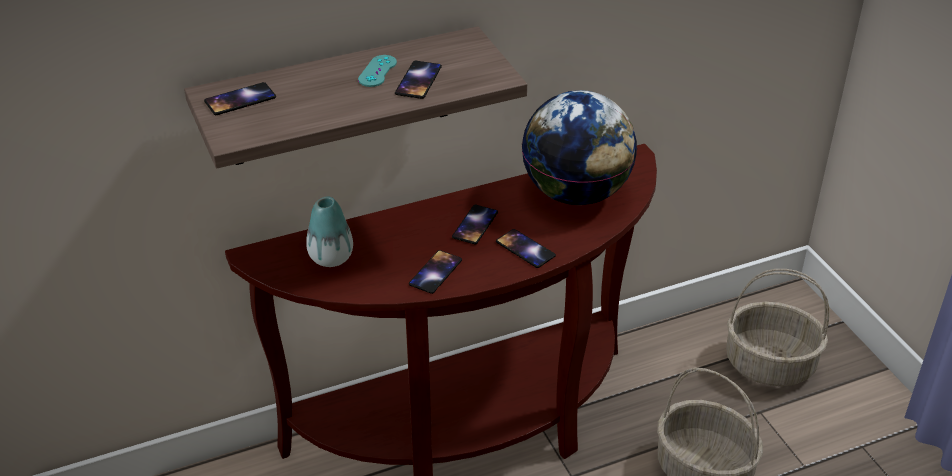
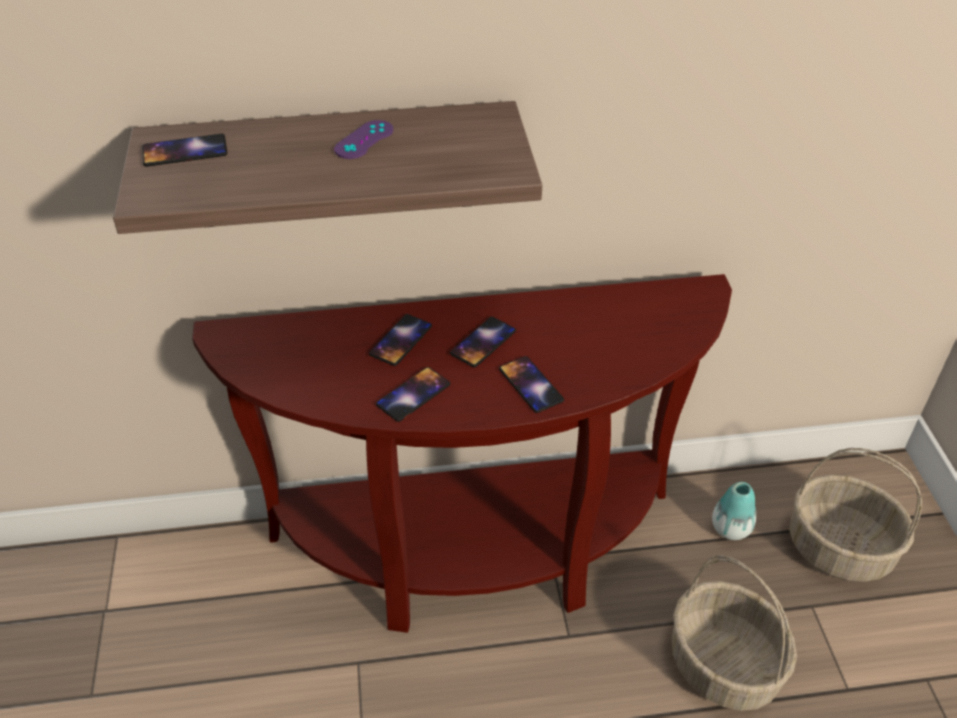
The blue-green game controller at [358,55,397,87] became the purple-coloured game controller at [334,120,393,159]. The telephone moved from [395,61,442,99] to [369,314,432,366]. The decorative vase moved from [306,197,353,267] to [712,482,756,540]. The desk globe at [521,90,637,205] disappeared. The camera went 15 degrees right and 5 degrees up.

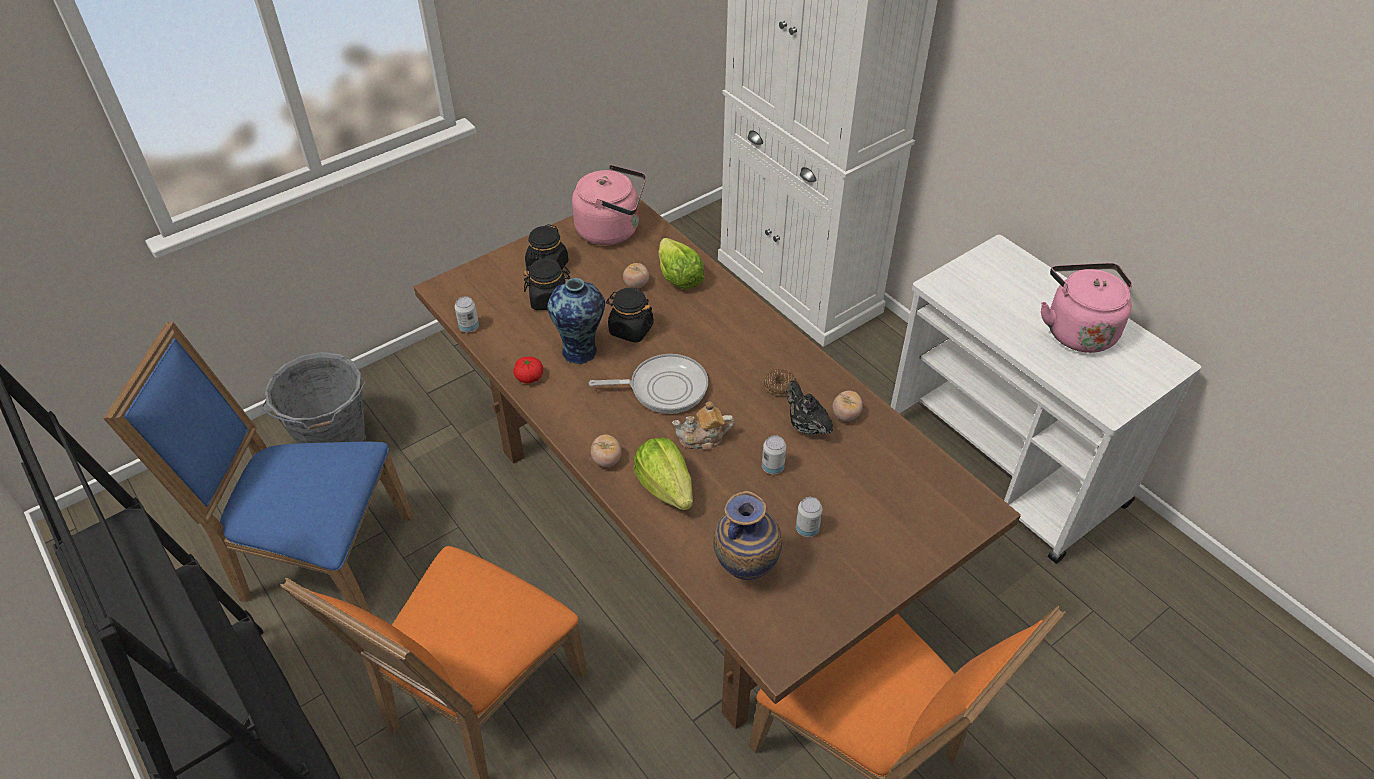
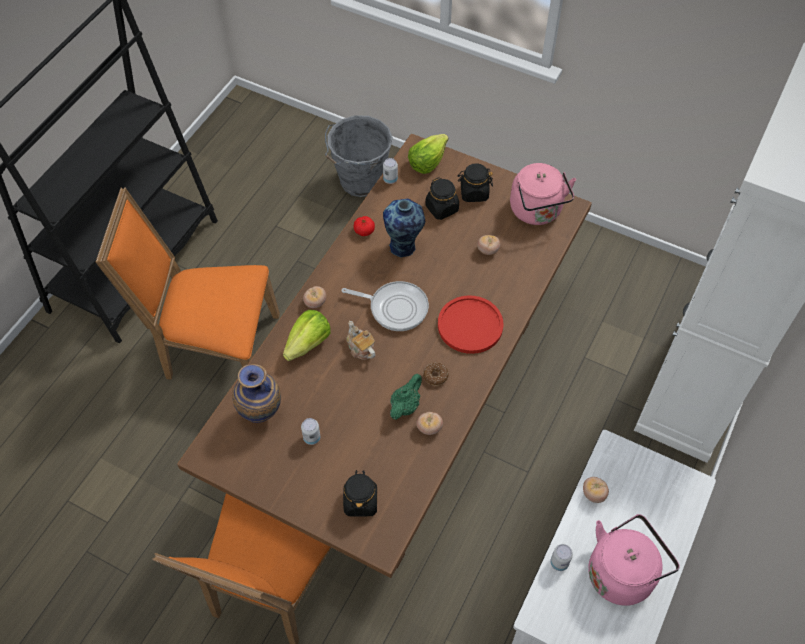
The frying pan at [589,354,708,414] turned 45 degrees counterclockwise. The blackish jar moved from [606,288,654,343] to [343,470,377,517]. The blackish teapot at [786,381,833,435] became the green teapot at [390,374,422,420]. The lettuce head moved from [659,238,704,289] to [408,134,449,174]. The reddish plate at [438,296,503,354] appeared. The sealed can moved from [762,435,786,475] to [550,544,573,571]. The fresh tomato at [583,477,609,503] appeared. The bluish upright chair at [103,321,413,614] disappeared. The camera went 65 degrees right and 10 degrees up.

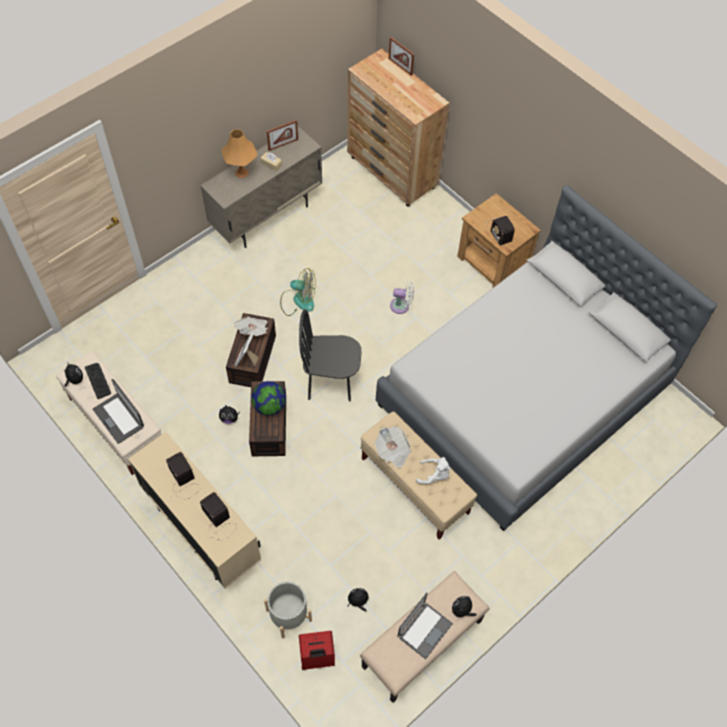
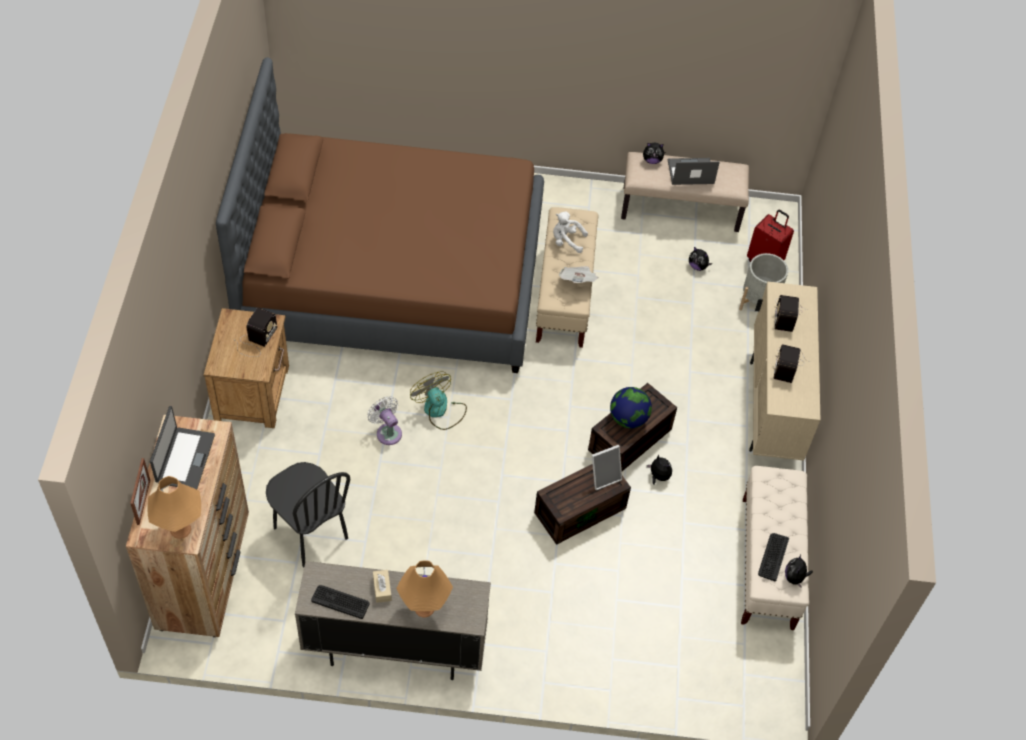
The orange-coloured tabletop lamp at [147,476,201,539] appeared. The portable computer moved from [93,379,144,444] to [150,406,215,490]. The greyish bedroom bed at [376,185,717,531] became the brownish bedroom bed at [216,57,544,373]. The blackish upright chair moved from [299,309,362,402] to [266,462,350,568]. The photo frame at [267,120,298,151] was replaced by the PC keyboard at [311,585,369,619]. The fan moved from [280,268,316,316] to [410,371,467,430]. The whitish plush toy at [416,457,451,484] turned 45 degrees counterclockwise. The newspaper at [234,316,268,336] disappeared. The camera went 135 degrees left and 5 degrees down.

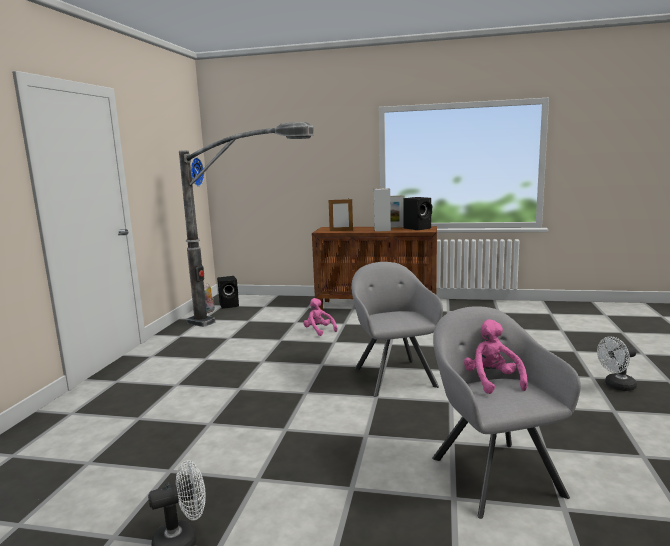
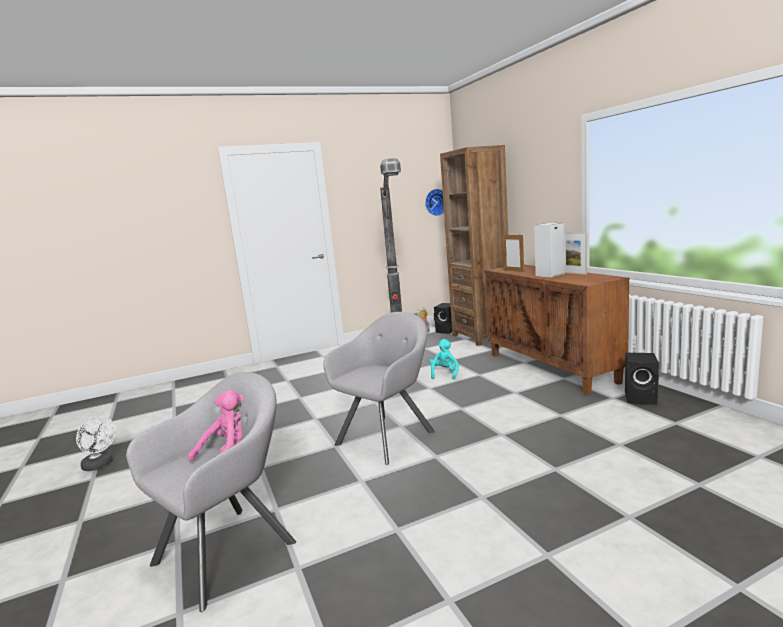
The pink plush toy at [303,298,337,336] became the blue-green plush toy at [429,339,459,380]. The brownish bookcase at [440,145,508,346] appeared. The blackish speaker moved from [403,197,432,230] to [625,353,659,405]. The whitish fan at [597,337,637,391] disappeared. The camera went 55 degrees right and 0 degrees up.

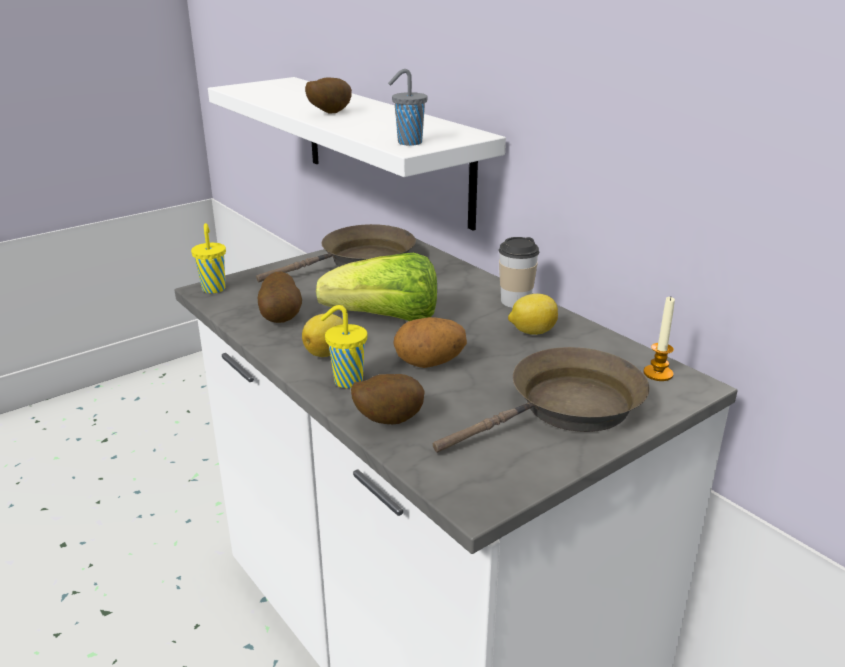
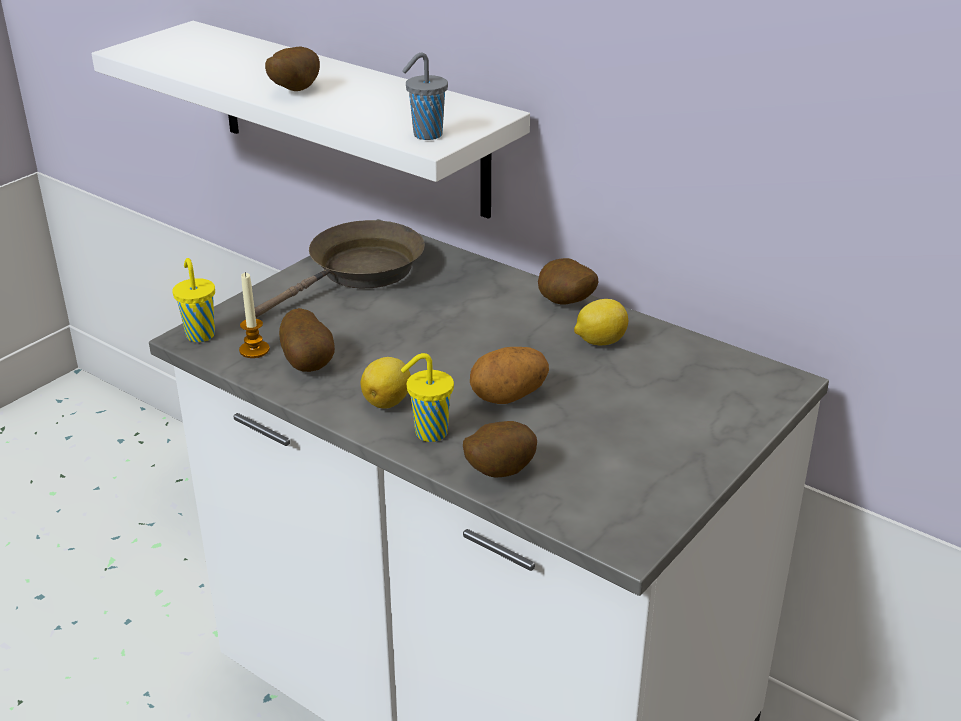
The wax light moved from [643,297,675,381] to [239,272,270,358]. The drinking cup at [498,237,539,308] was replaced by the potato at [538,258,598,305]. The lettuce head at [316,253,437,321] disappeared. The brownish frying pan at [433,347,650,453] disappeared. The camera went 15 degrees left and 5 degrees up.

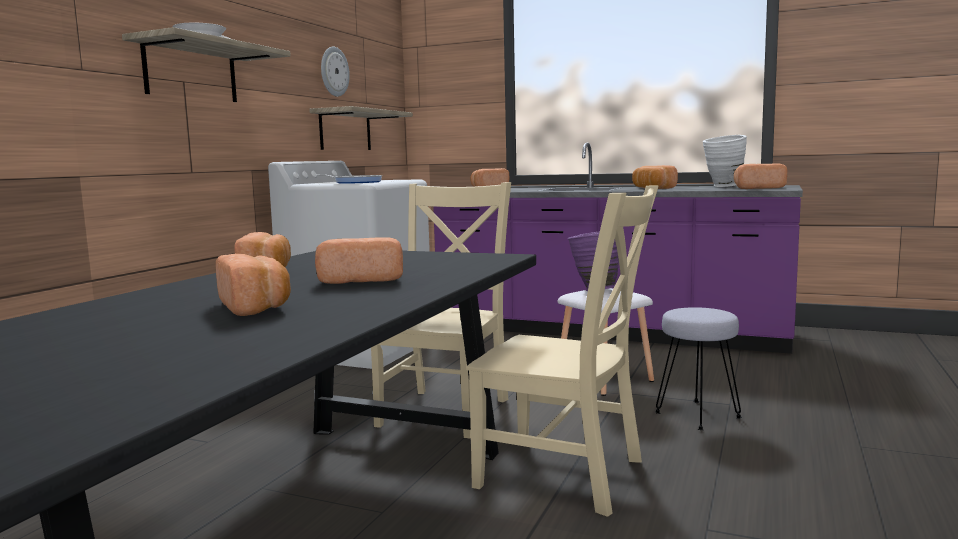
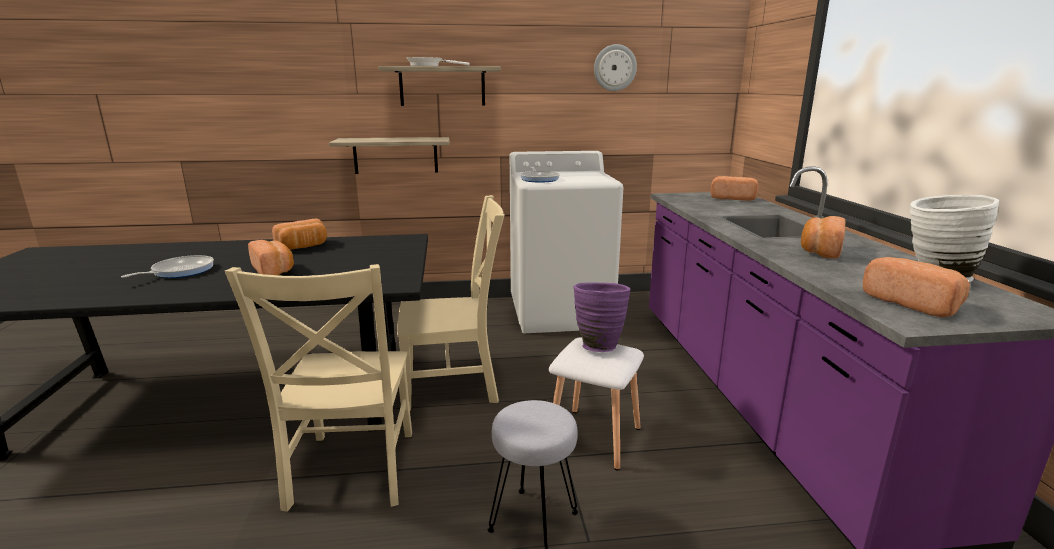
The bread at [216,254,291,316] was replaced by the frying pan at [121,255,214,278]. The shelf moved from [309,106,413,150] to [329,137,450,174]. The camera went 60 degrees right and 10 degrees up.

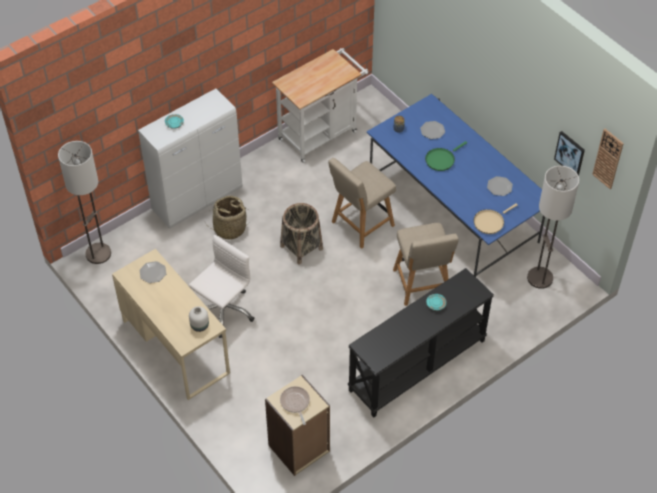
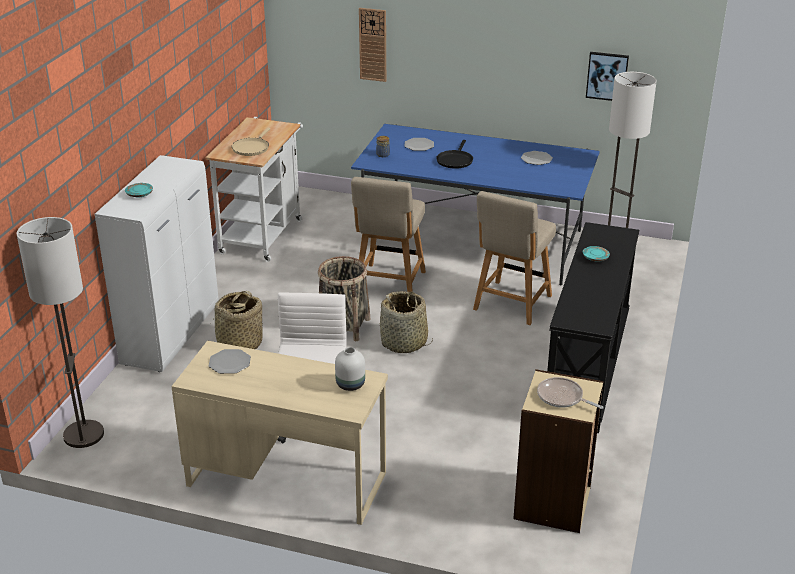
The beige frying pan moved from [473,203,518,234] to [232,128,270,156]. The clock on the wall moved from [592,129,624,189] to [359,8,386,82]. The basket at [380,291,433,353] appeared. The green frying pan at [425,141,467,171] became the blackish frying pan at [436,140,473,169]. The beige upright chair at [393,223,459,306] turned 75 degrees clockwise. The camera went 35 degrees left and 20 degrees down.

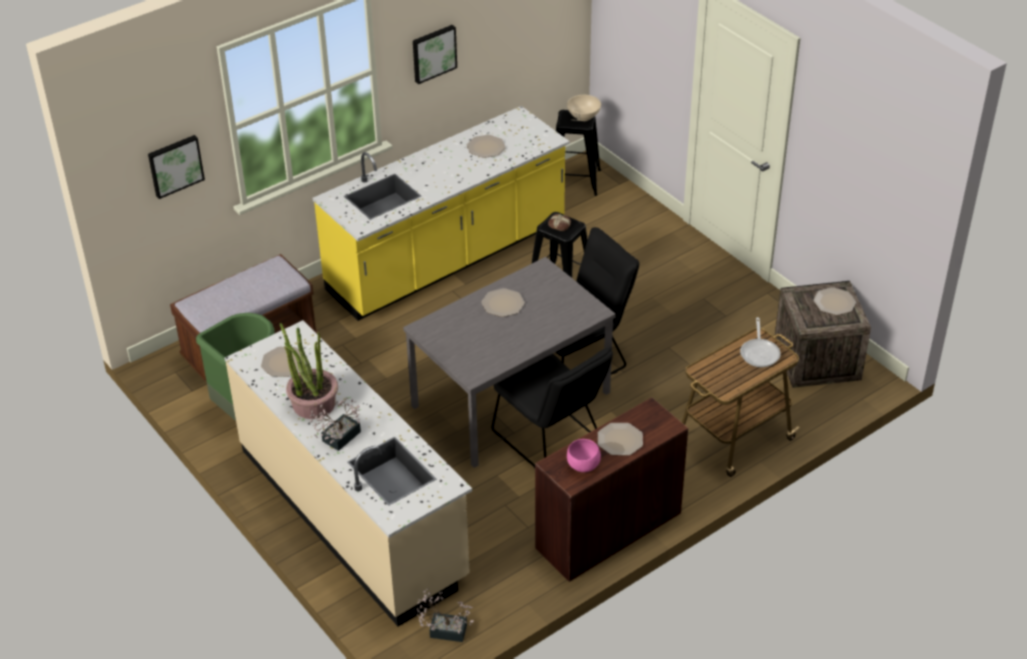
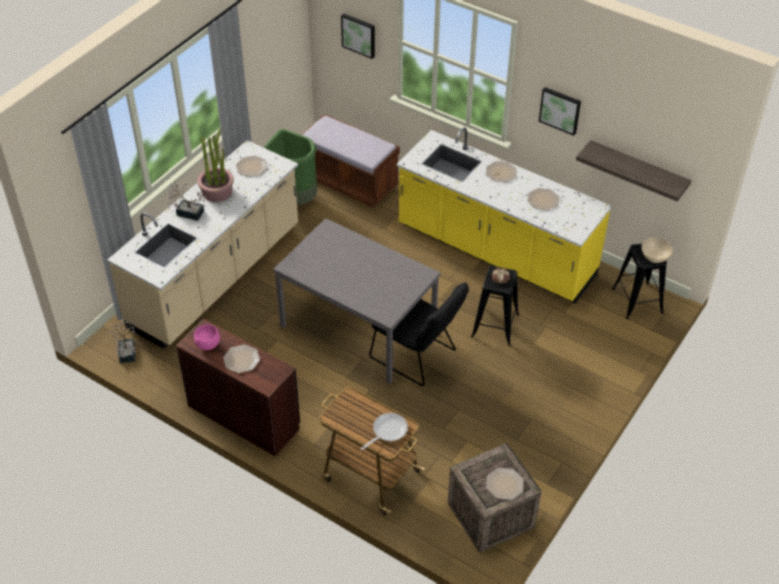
The frying pan at [740,317,781,367] turned 150 degrees clockwise. The plate moved from [481,288,525,317] to [486,161,517,182]. The shelf at [576,140,691,202] appeared. The blackish upright chair at [492,347,613,468] disappeared. The camera went 70 degrees right and 5 degrees up.

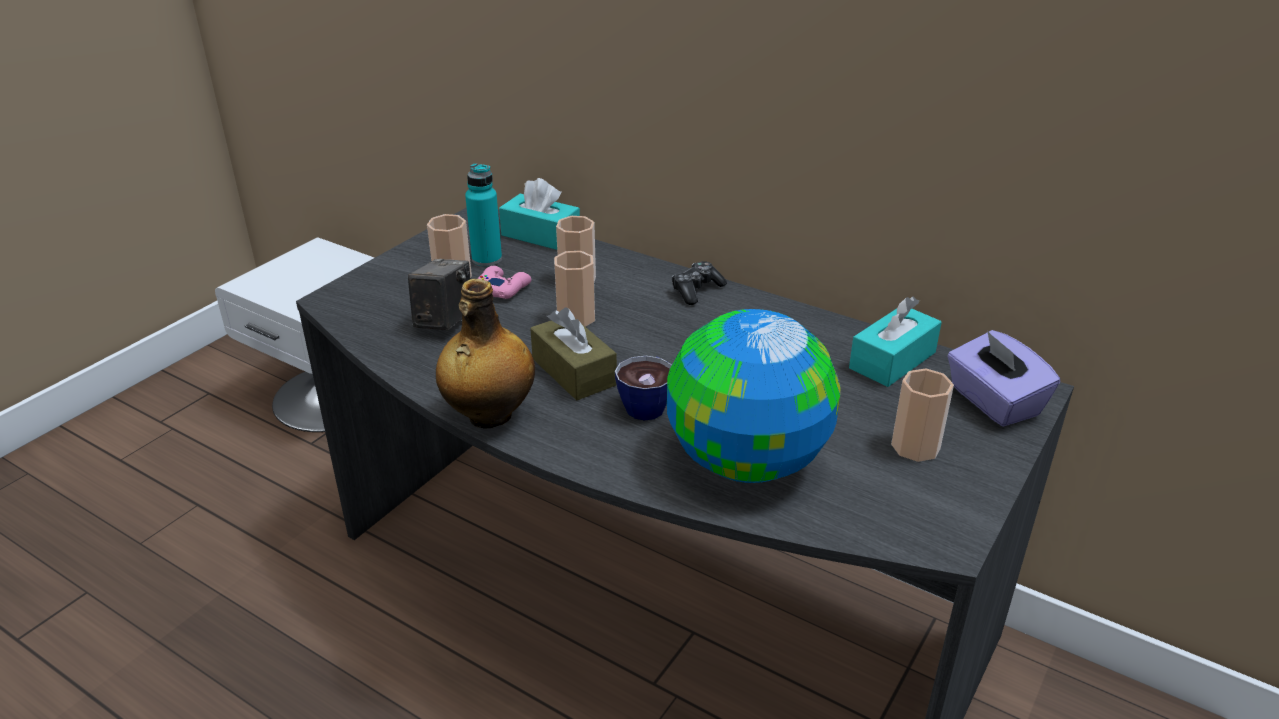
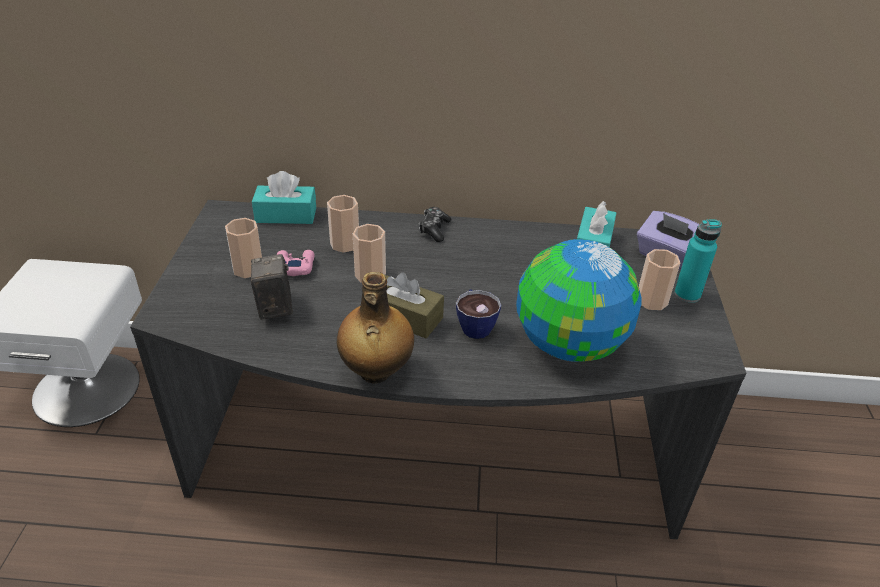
The blue-green bottle moved from [465,163,502,266] to [674,219,722,303]. The camera went 30 degrees left and 5 degrees up.

